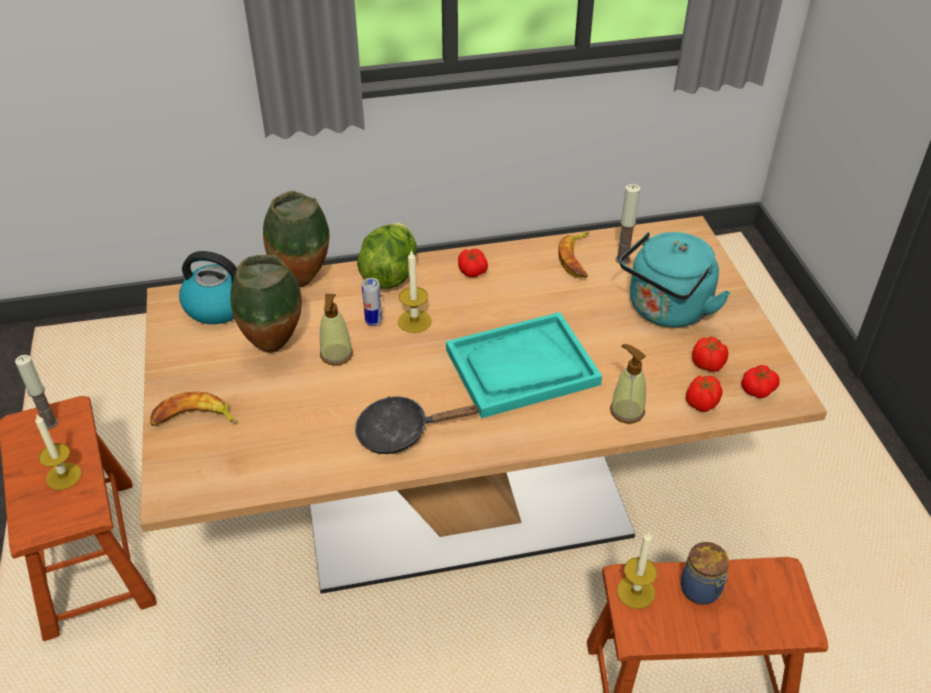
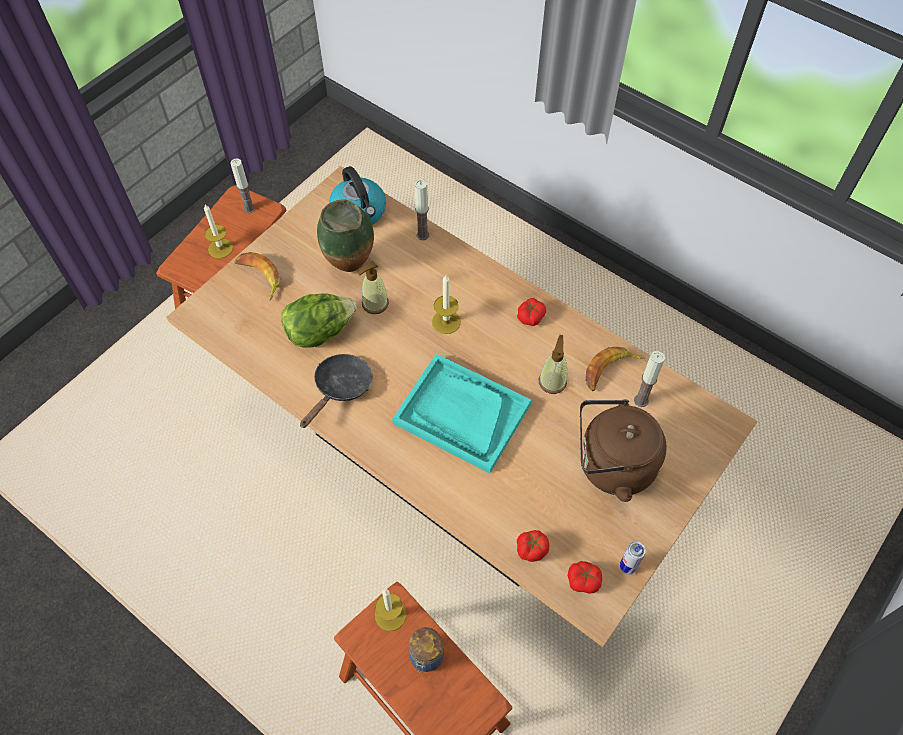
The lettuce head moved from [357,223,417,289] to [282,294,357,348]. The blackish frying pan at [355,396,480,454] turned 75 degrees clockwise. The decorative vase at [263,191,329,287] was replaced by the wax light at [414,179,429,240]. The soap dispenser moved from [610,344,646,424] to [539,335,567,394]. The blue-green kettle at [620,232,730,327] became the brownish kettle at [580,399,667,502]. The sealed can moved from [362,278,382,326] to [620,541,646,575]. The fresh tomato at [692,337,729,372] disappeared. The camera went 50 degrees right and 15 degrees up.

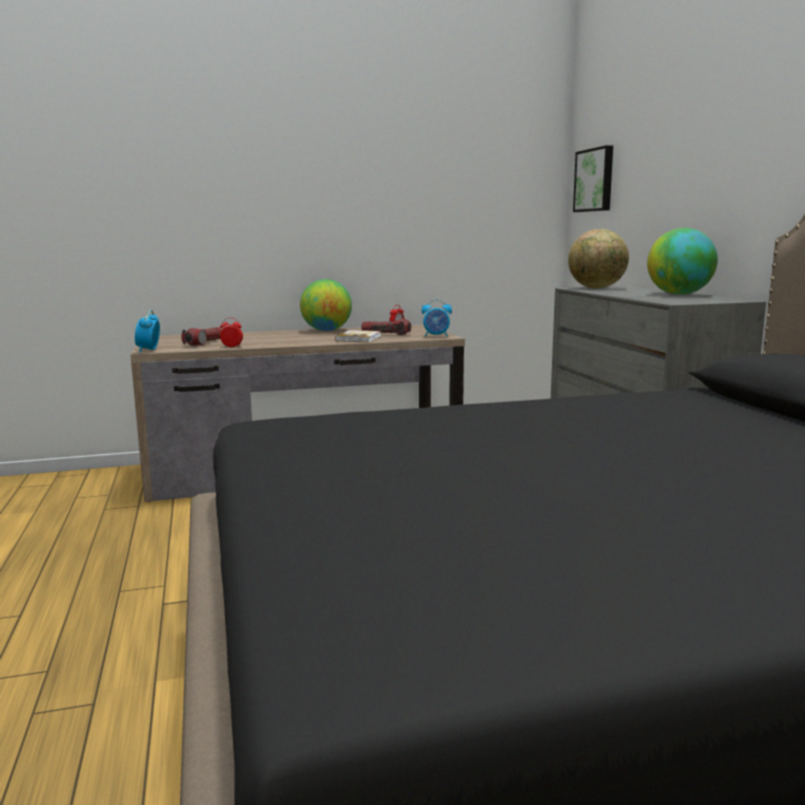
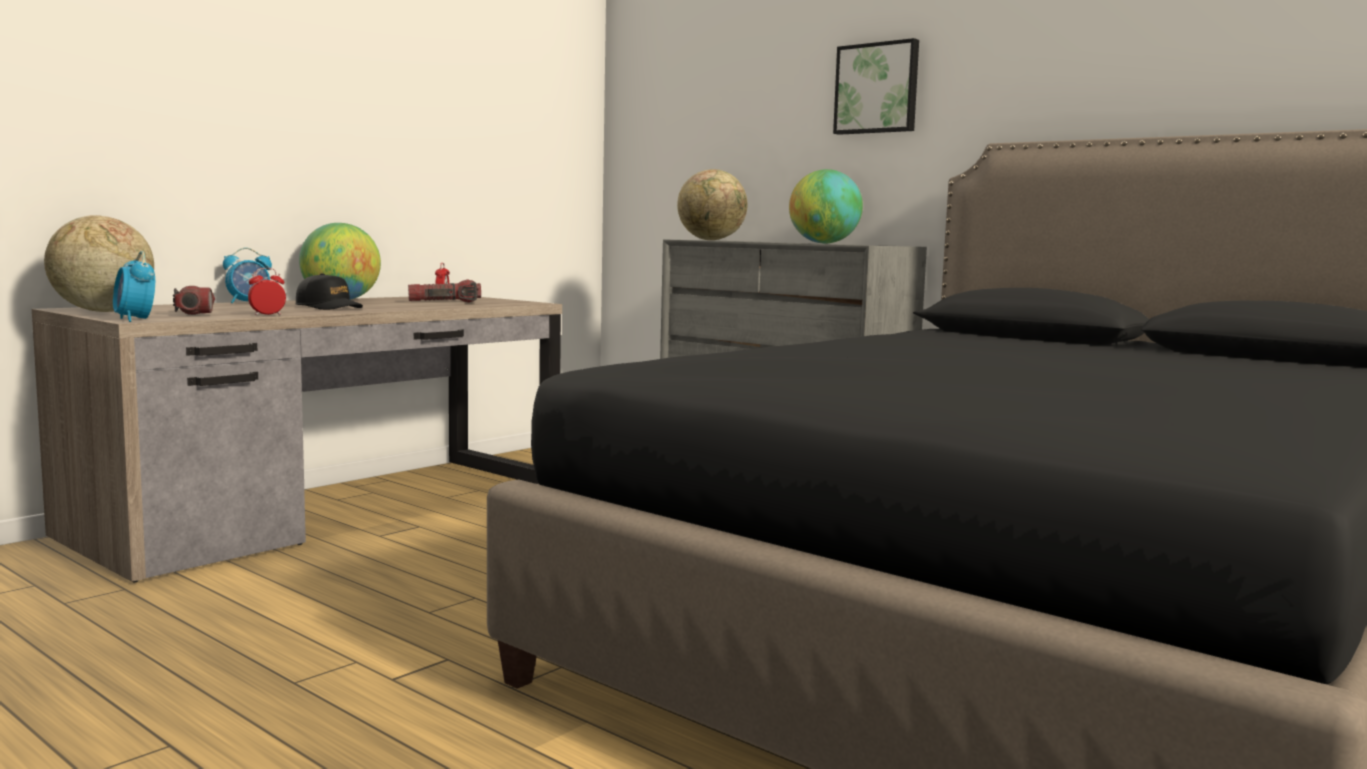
The desk globe at [44,215,154,312] appeared. The bedside clock moved from [422,299,452,337] to [223,248,272,303]. The blackish peaked cap at [295,273,363,310] appeared. The picture moved from [573,145,613,212] to [833,38,919,135]. The volume at [335,330,381,342] disappeared. The camera went 35 degrees left and 5 degrees down.

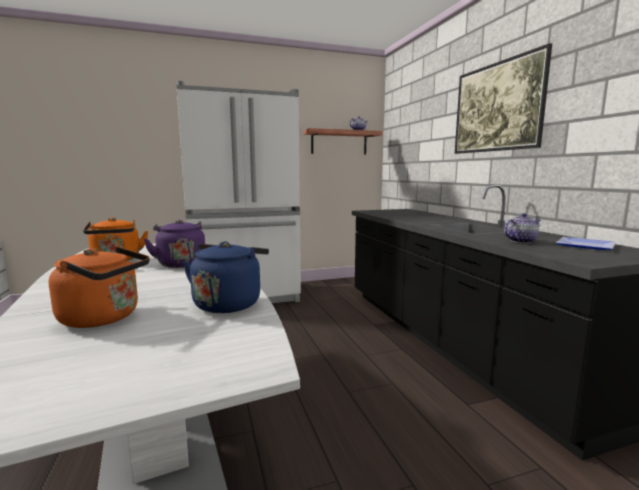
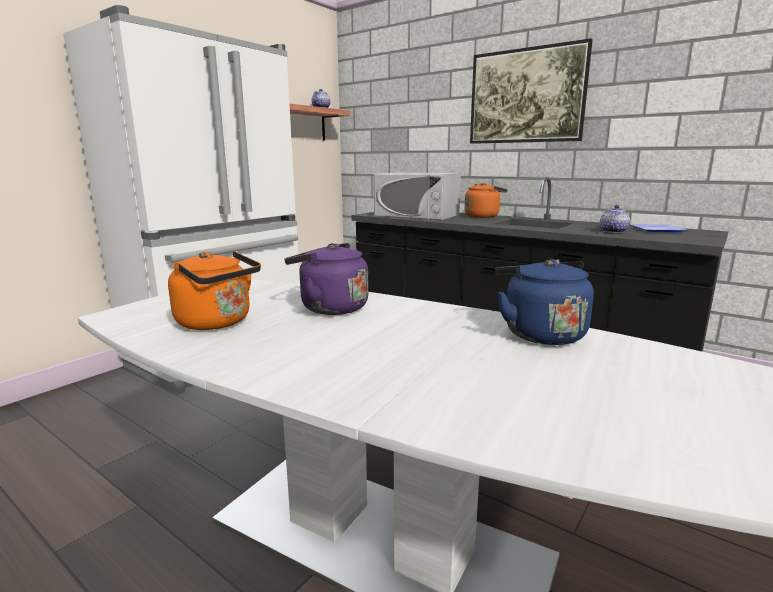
The whitish kitchen microwave at [374,173,461,220] appeared. The orange-coloured kettle moved from [49,247,150,328] to [464,182,508,218]. The camera went 35 degrees left and 5 degrees up.

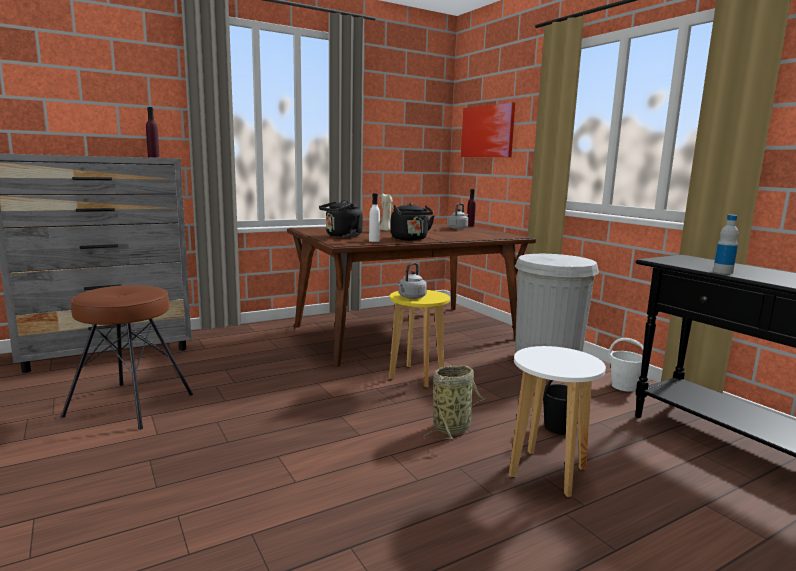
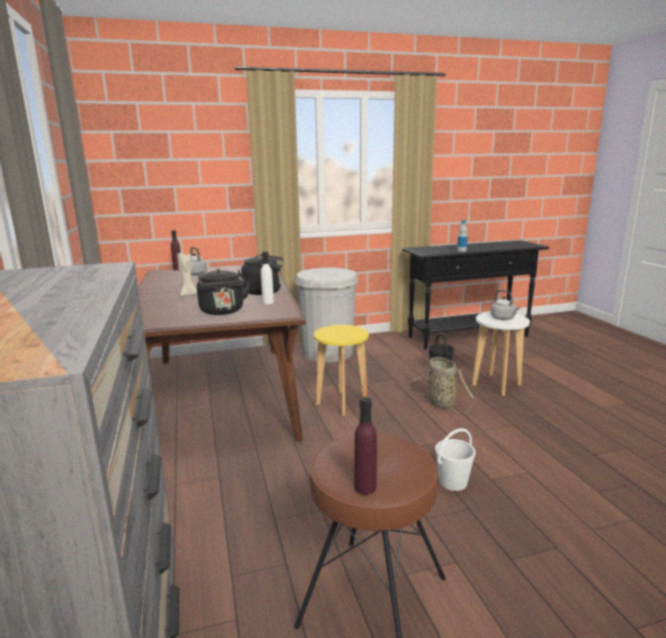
The purple-coloured bottle moved from [146,107,160,158] to [354,397,377,495]. The whitish water bucket moved from [608,338,644,392] to [435,428,476,491]. The greyish kettle moved from [398,263,427,299] to [490,290,520,320]. The picture at [461,102,515,157] disappeared. The camera went 75 degrees left and 5 degrees up.

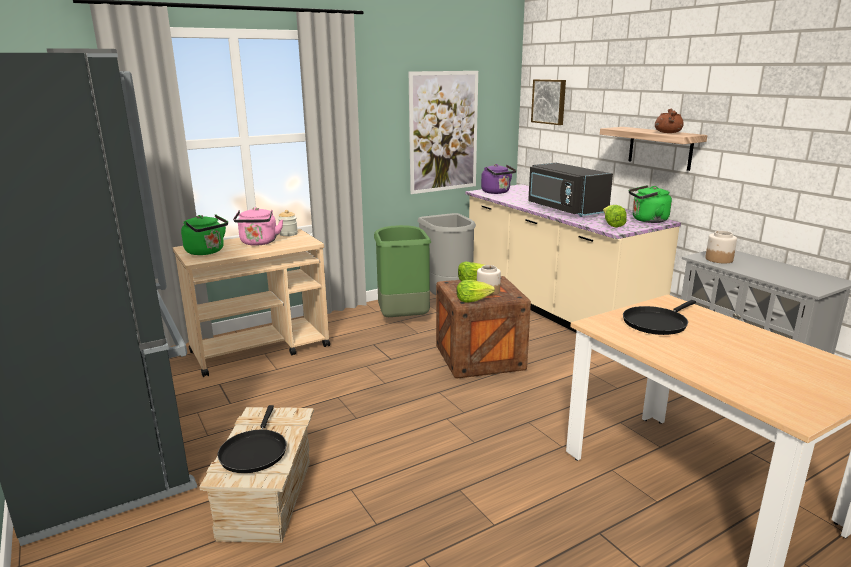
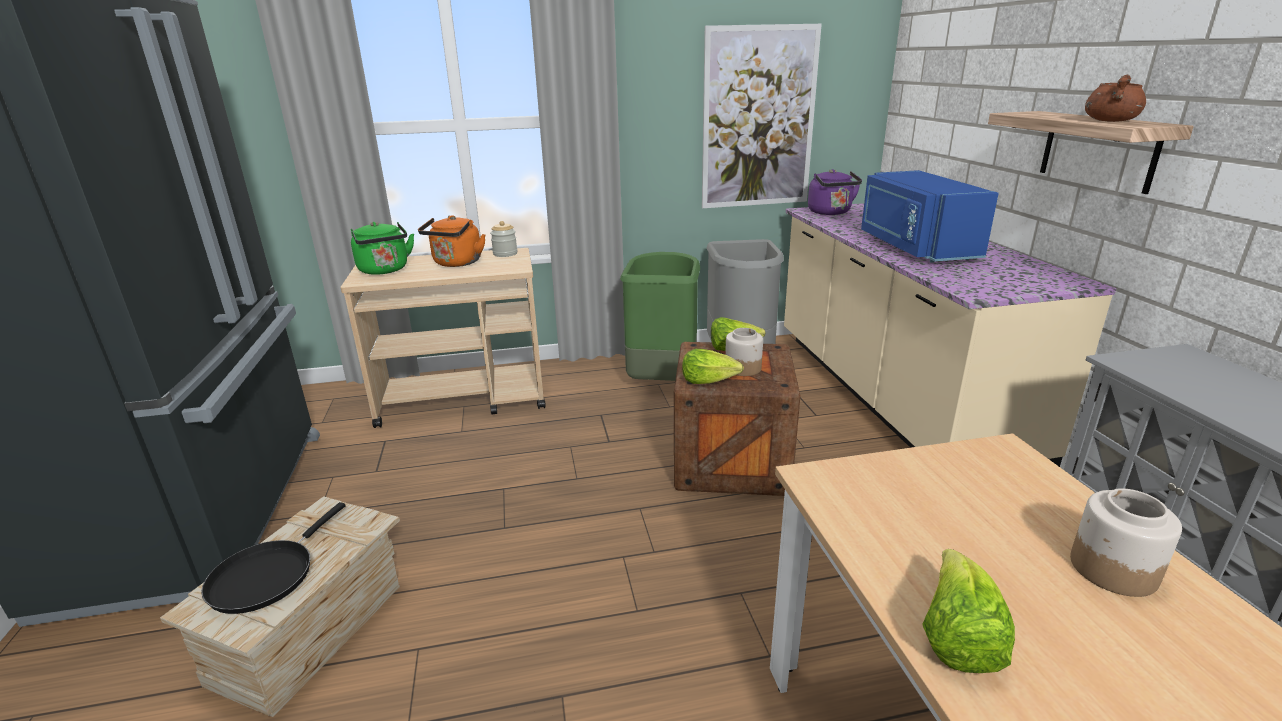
The pink kettle at [233,207,283,246] became the orange-coloured kettle at [418,215,486,267]. The blackish kitchen microwave at [528,163,613,217] became the bluish kitchen microwave at [861,170,999,263]. The lettuce head moved from [603,205,627,227] to [922,549,1015,673]. The jar moved from [705,231,737,263] to [1070,488,1182,597]. The picture at [531,79,566,125] disappeared. The blackish frying pan at [623,300,696,335] disappeared. The green kettle at [629,185,672,223] disappeared. The camera went 20 degrees right and 5 degrees up.

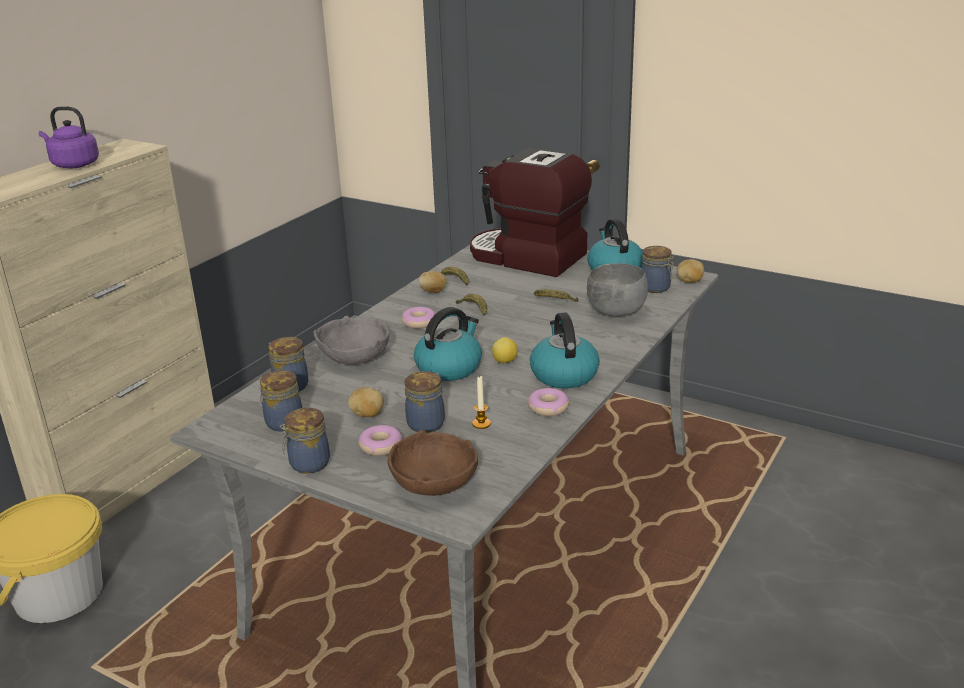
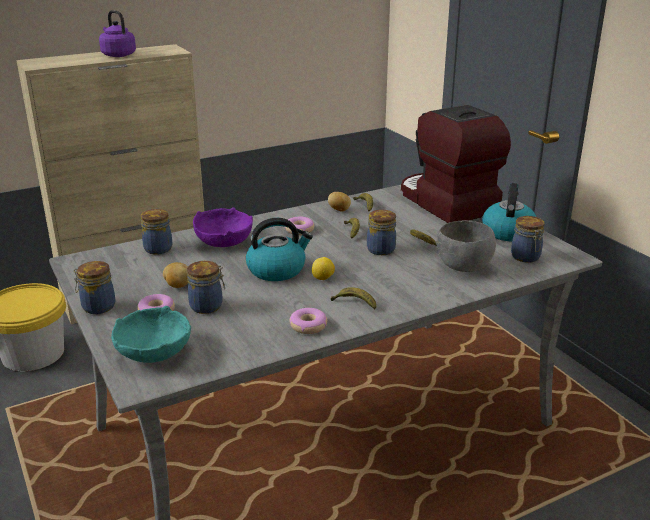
The brownish bowl at [387,430,478,496] became the blue-green bowl at [111,306,191,363]. The greyish bowl at [314,316,390,365] became the purple-coloured bowl at [193,208,253,247]. The kettle at [530,312,600,388] was replaced by the banana at [331,287,376,309]. The jar moved from [258,370,302,432] to [367,210,396,255]. The wax light at [472,376,491,429] disappeared. The potato at [677,259,704,283] disappeared. The camera went 30 degrees right and 0 degrees up.

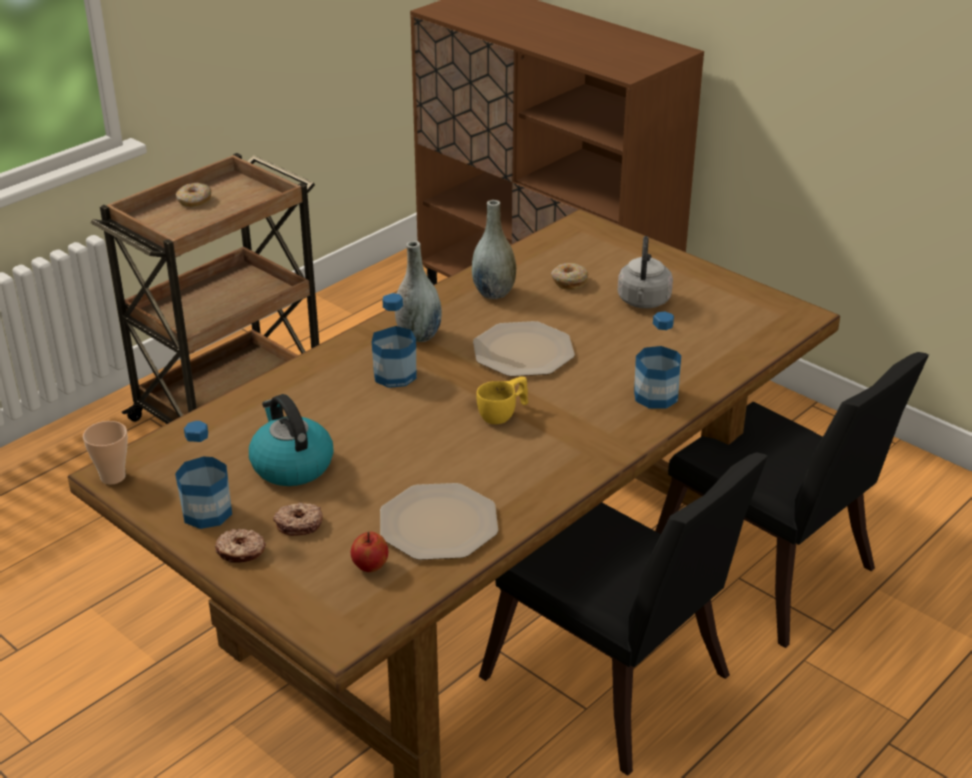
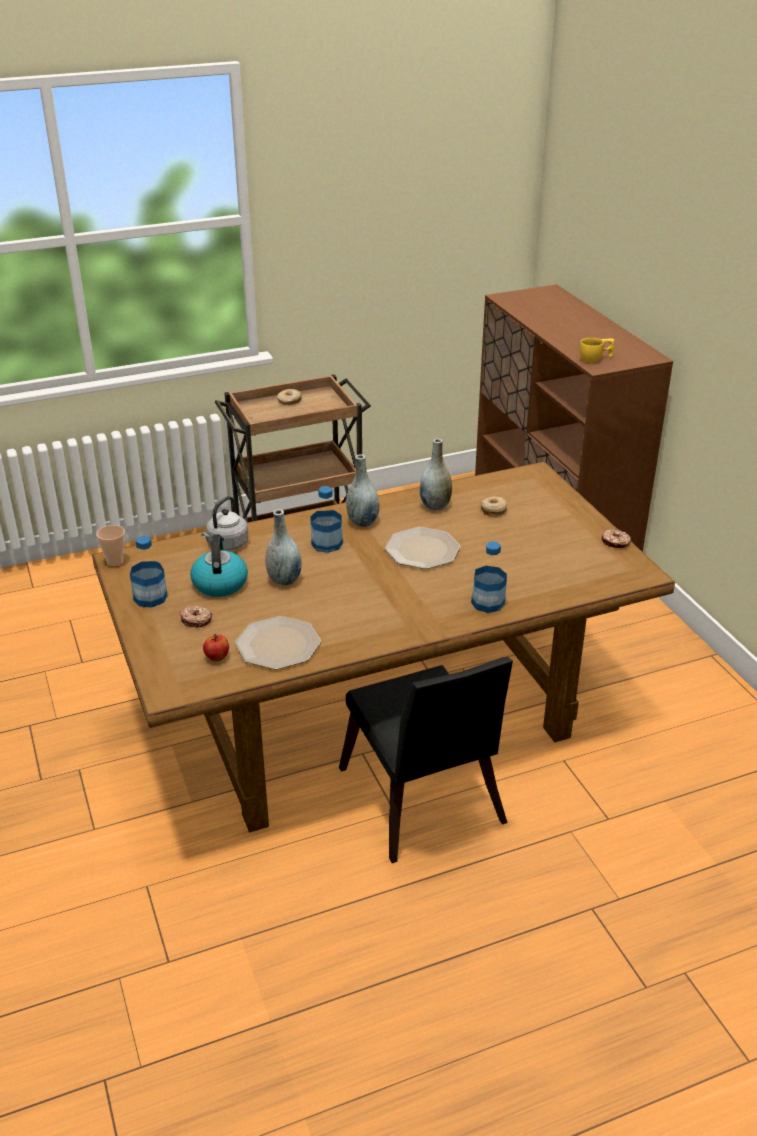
The greyish kettle moved from [618,236,673,308] to [201,496,249,551]. The greyish decorative vase at [265,509,302,586] appeared. The yellow drinking cup moved from [476,377,528,424] to [580,338,614,362]. The donut moved from [215,529,266,563] to [601,529,631,548]. The blackish upright chair at [655,352,929,648] disappeared. The camera went 25 degrees right and 0 degrees up.

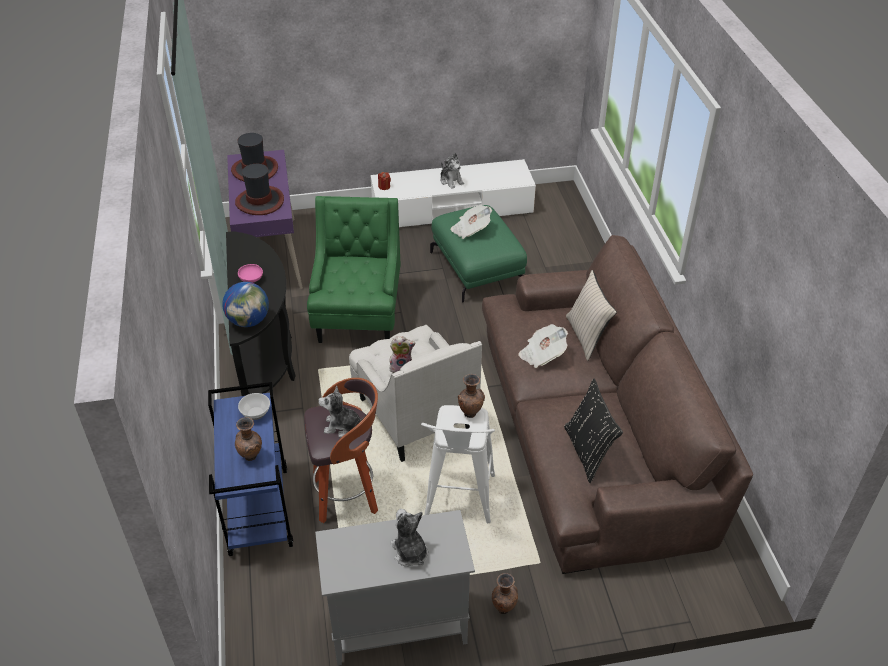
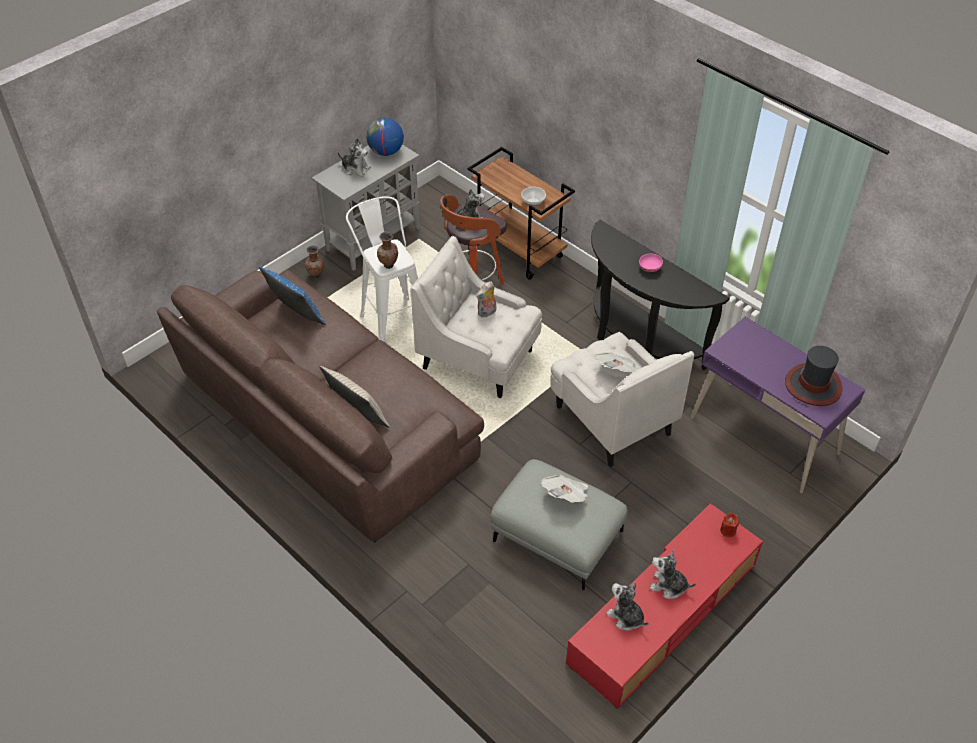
The blackish cushion at [564,378,623,483] became the bluish cushion at [259,267,326,325]. The desk globe moved from [223,282,269,327] to [366,118,404,156]. The bluish trolley at [208,382,293,556] became the brownish trolley at [468,147,575,280]. The green footrest at [430,205,527,302] became the greyish footrest at [490,459,628,590]. The green armchair at [307,196,401,343] became the whitish armchair at [550,332,694,467]. The whitish tv stand at [371,159,536,227] became the reddish tv stand at [566,504,763,709]. The newspaper moved from [518,324,568,368] to [595,352,637,372]. The plush toy at [606,582,649,631] appeared. The hat at [235,164,284,215] disappeared. The brownish decorative vase at [235,417,262,461] disappeared. The camera went 145 degrees right and 5 degrees up.

